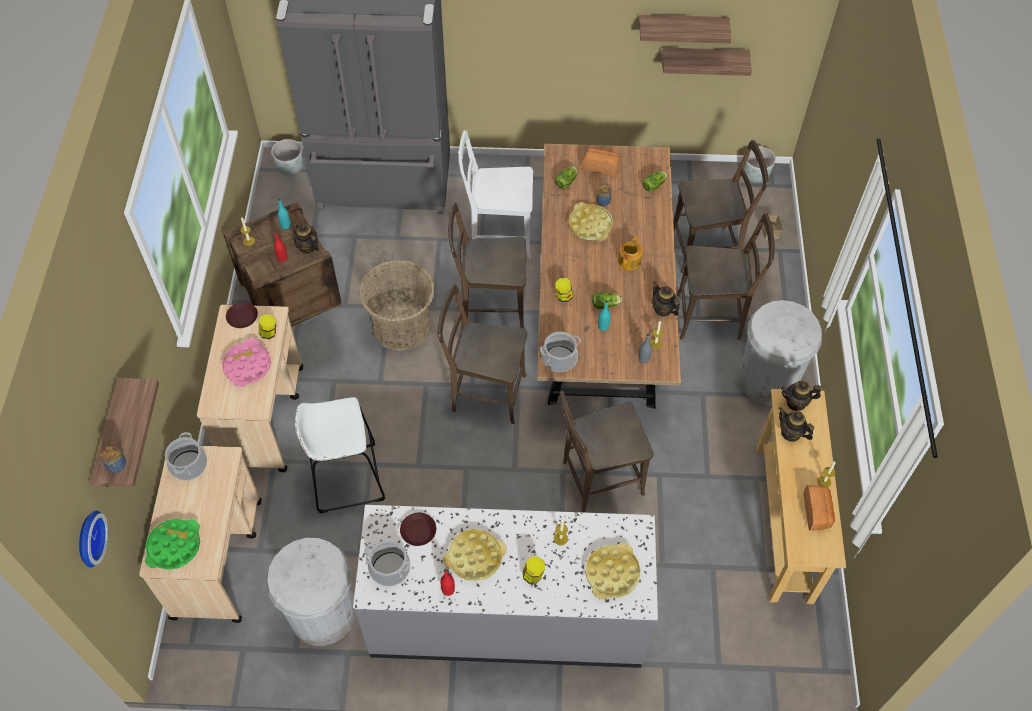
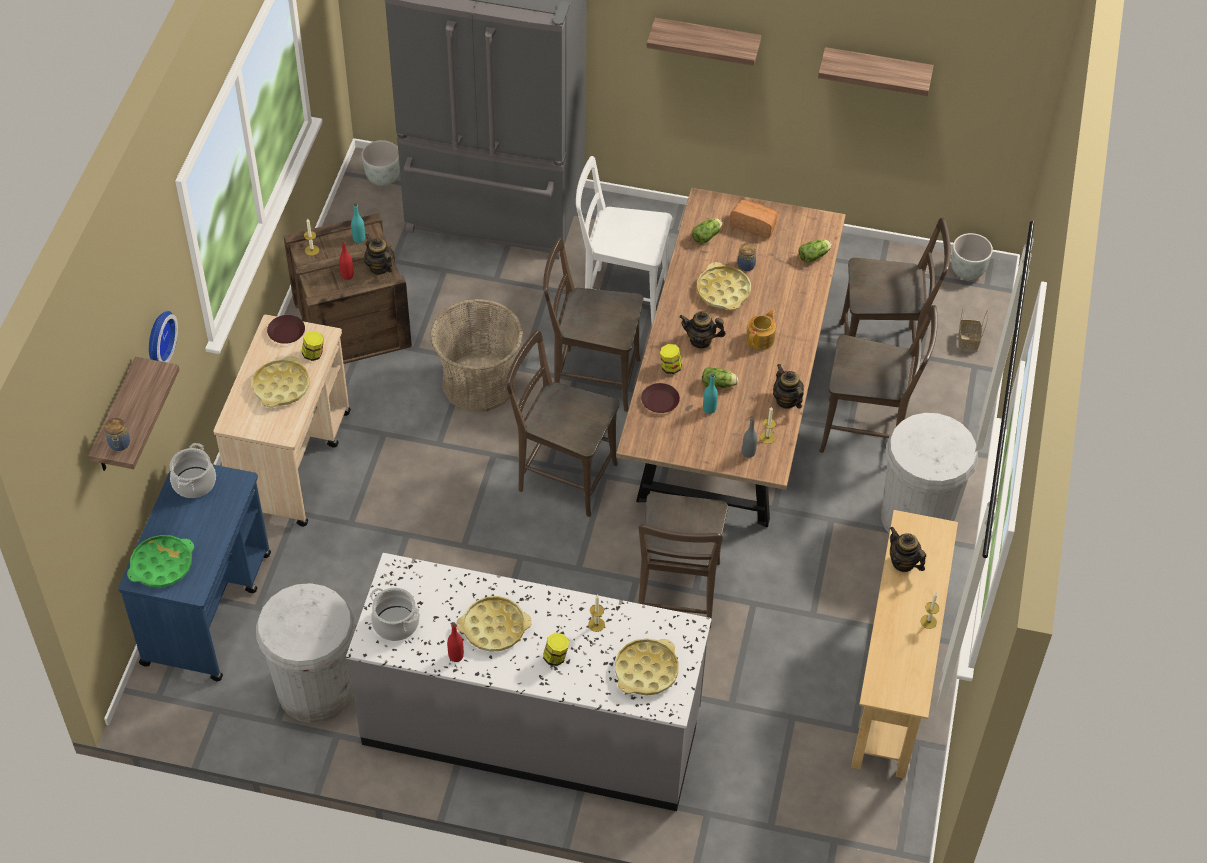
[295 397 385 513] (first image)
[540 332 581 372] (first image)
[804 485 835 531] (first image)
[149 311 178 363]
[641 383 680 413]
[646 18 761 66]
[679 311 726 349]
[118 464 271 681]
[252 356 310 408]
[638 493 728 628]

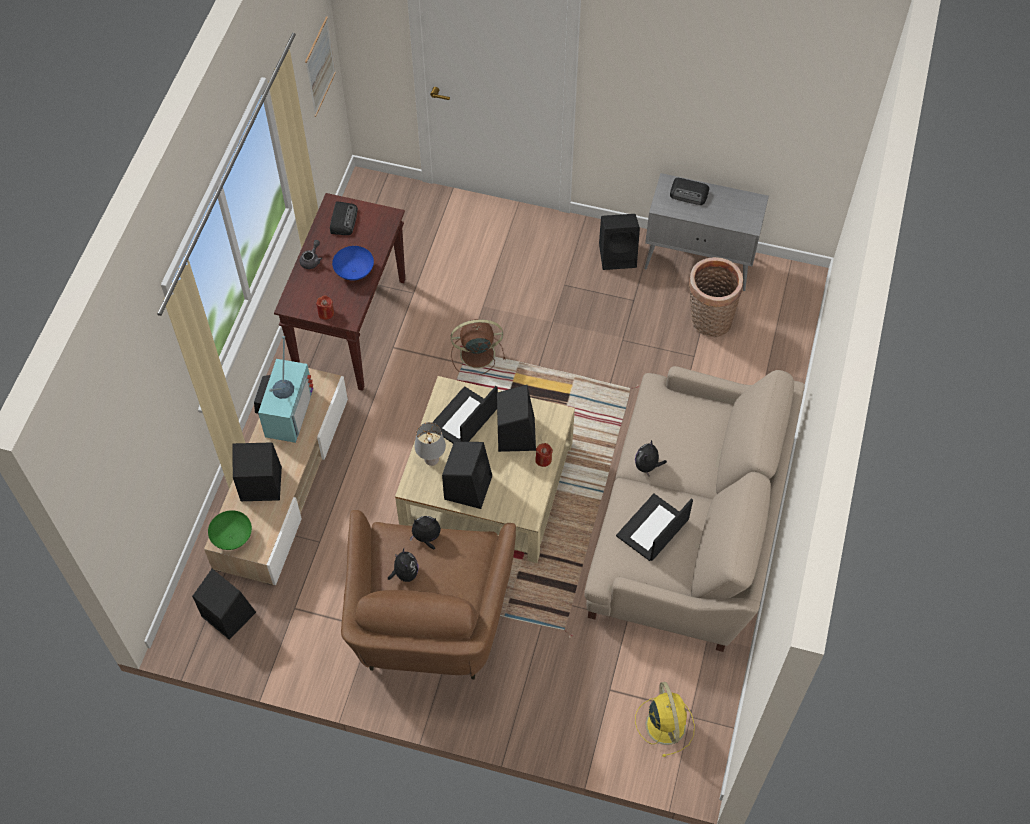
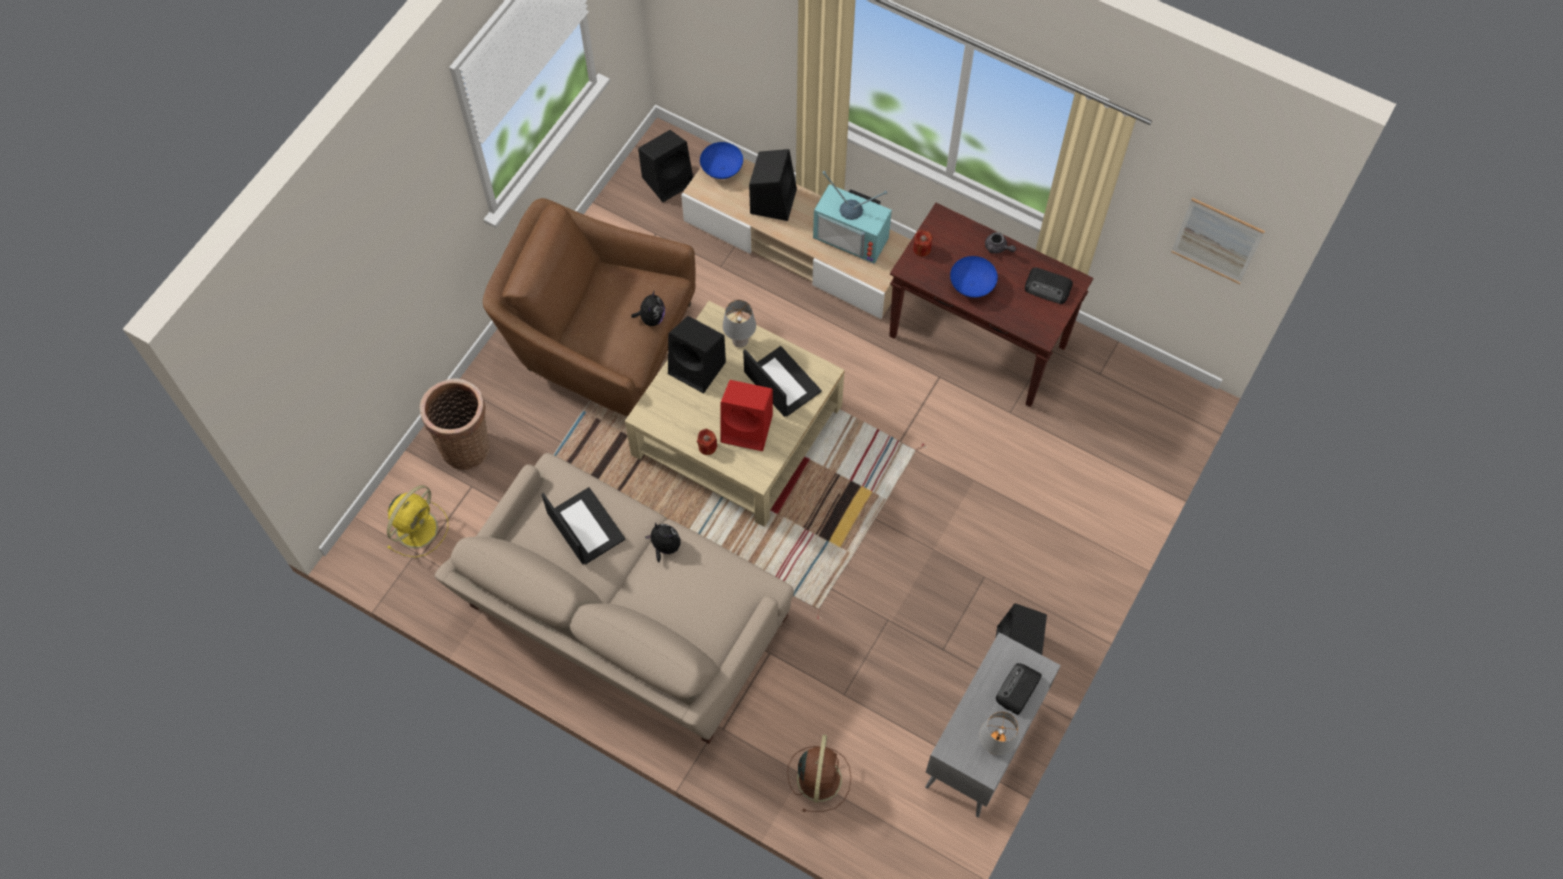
[388 548 418 582] (first image)
[979 711 1018 755]
[787 734 851 812]
[420 378 490 470]
[700 142 743 179]
[721 380 773 451]
[387 485 448 557]

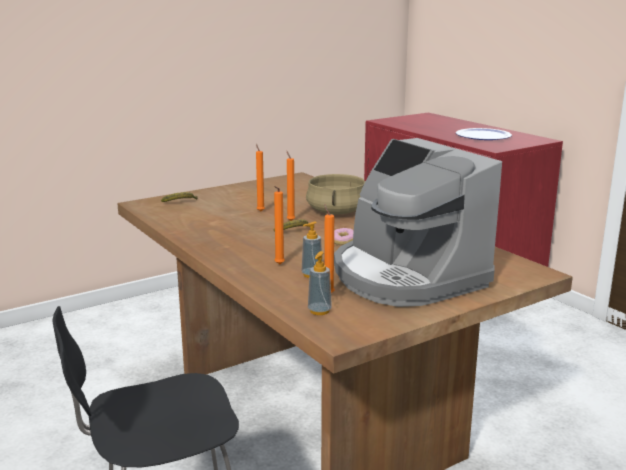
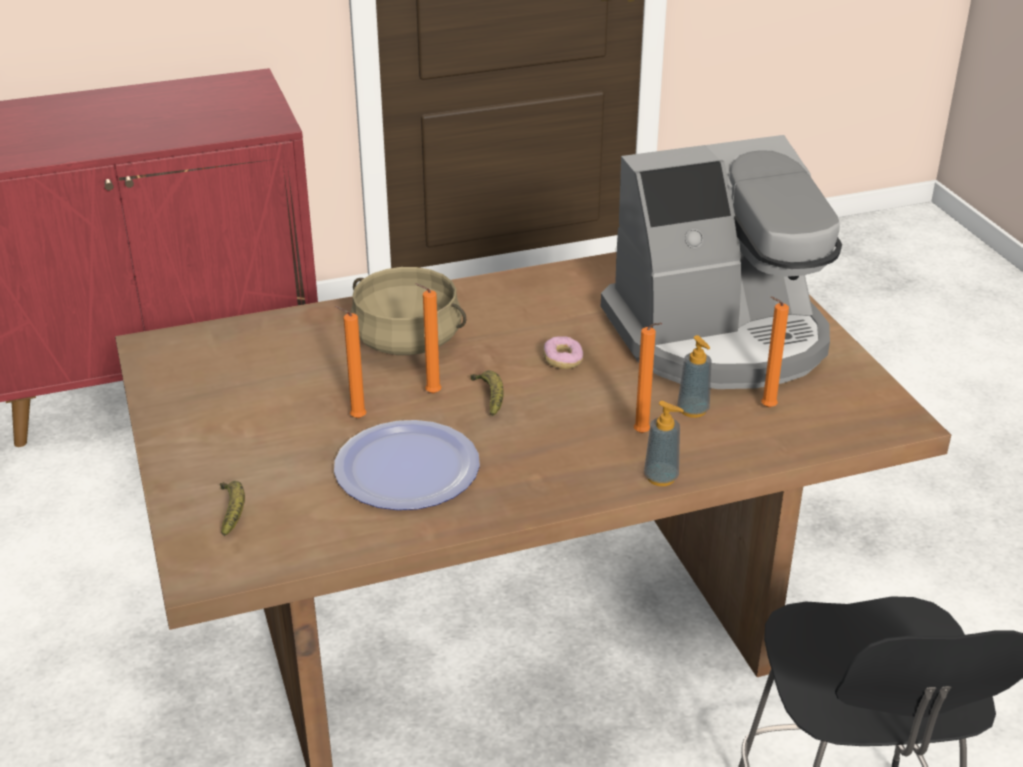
[644 401 684 486]
[334 420 480 510]

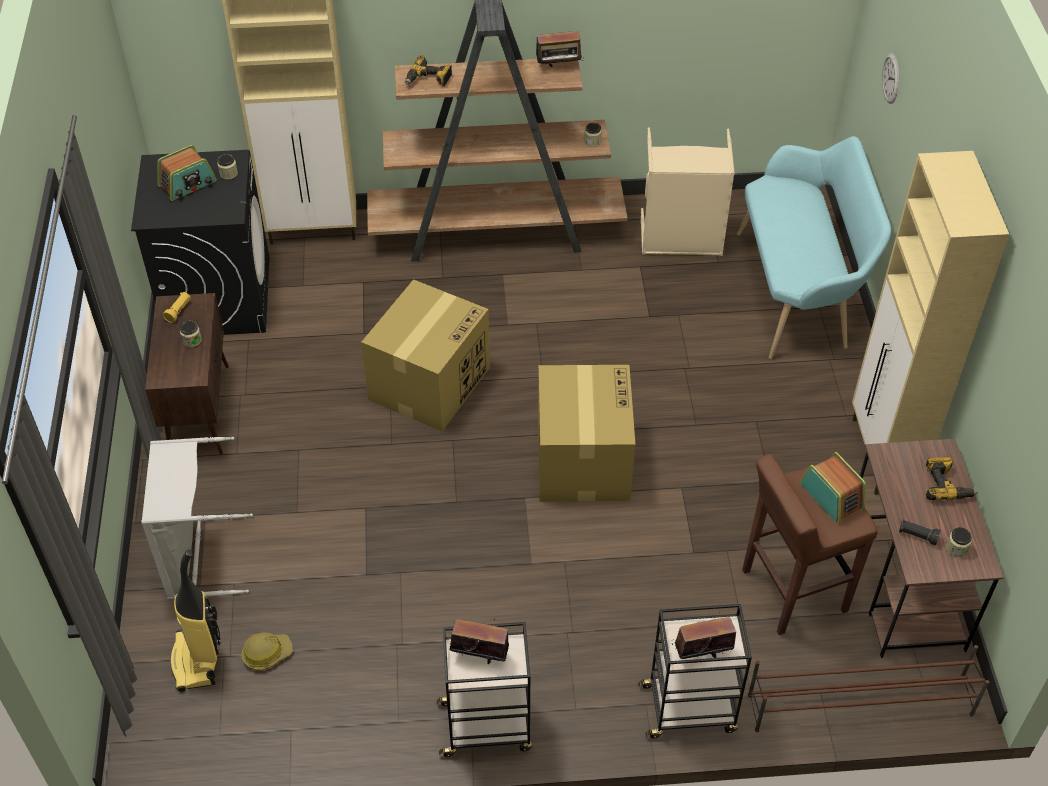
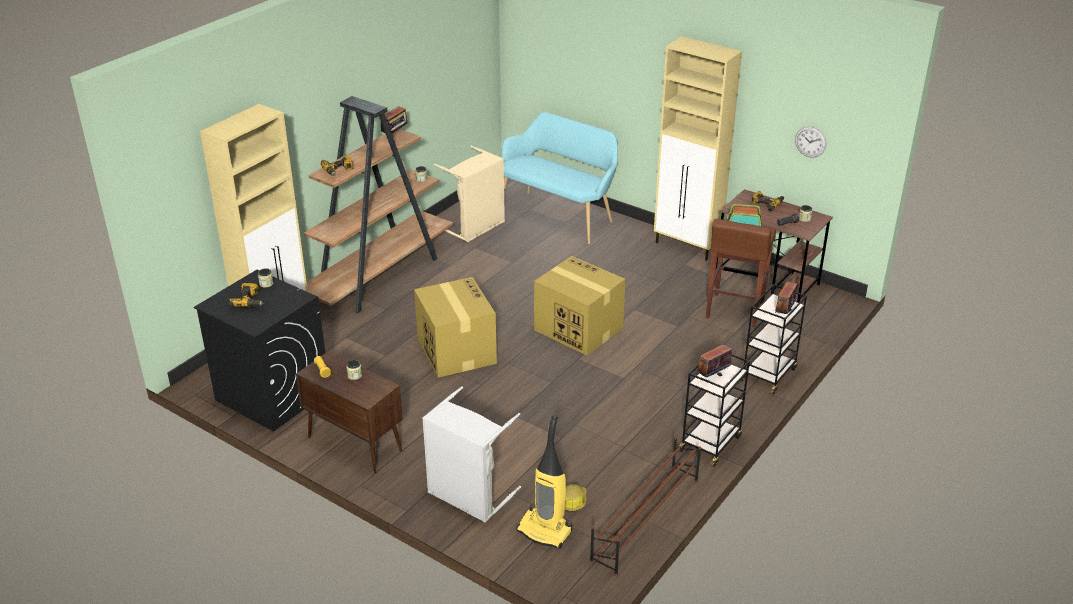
[590 436 701 576]
[795 126 826 158]
[229 283 264 307]

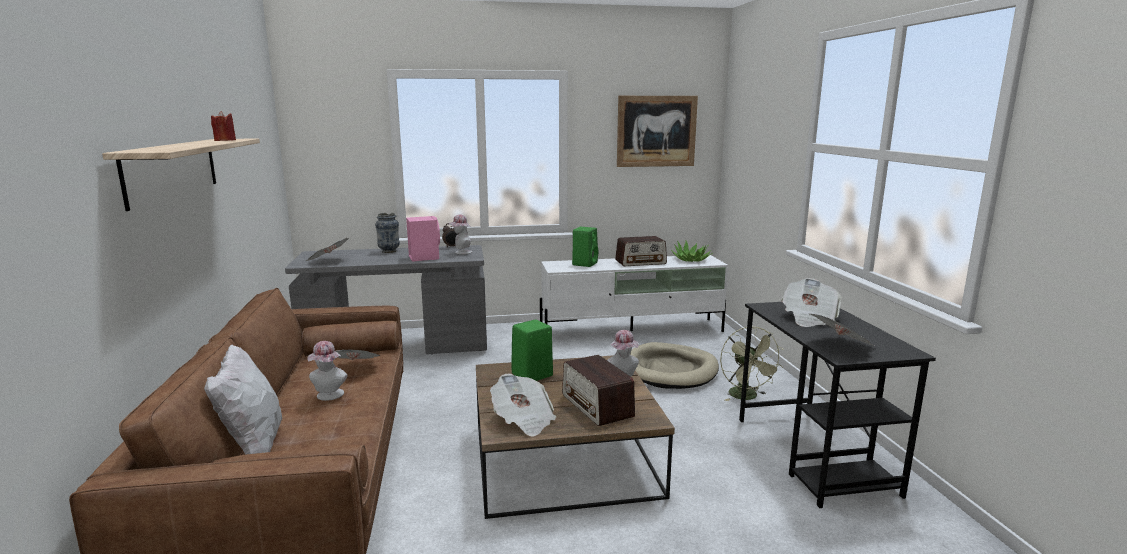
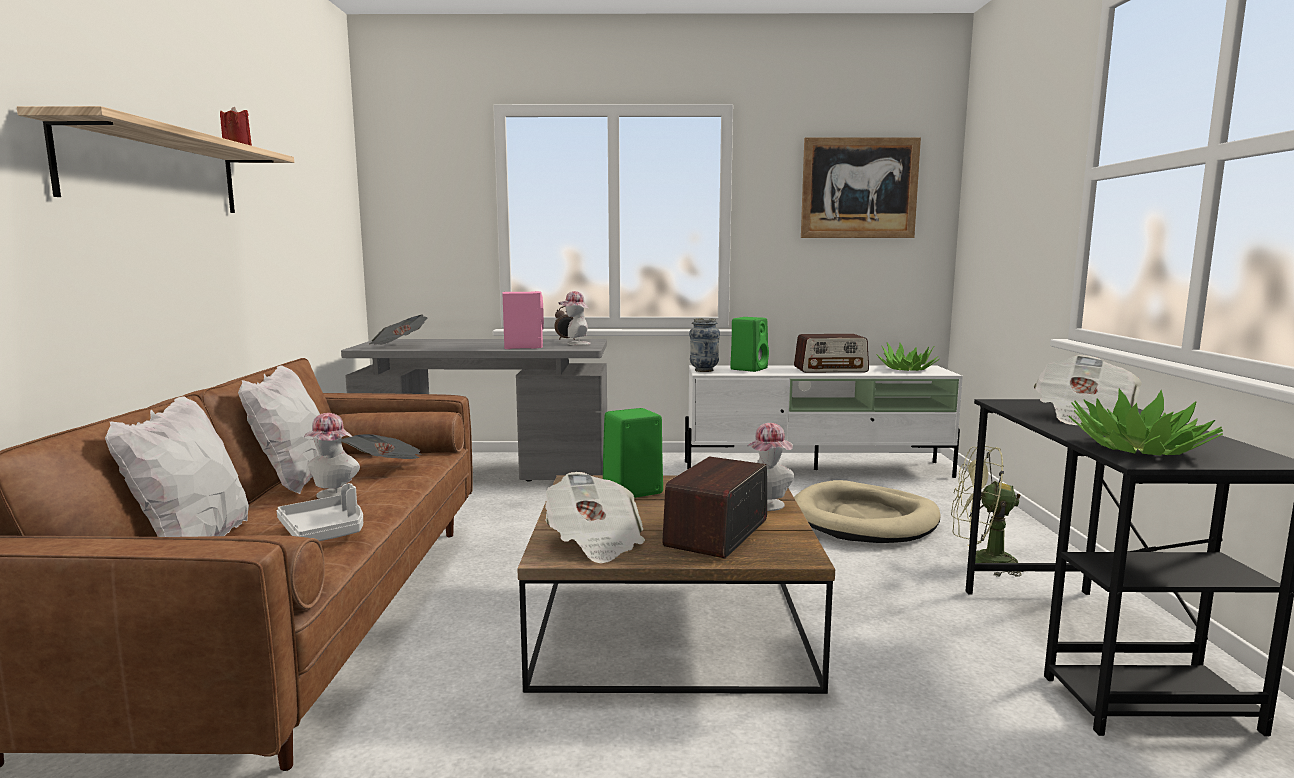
[238 365 320 494]
[277 483 363 541]
[689 318 720 372]
[1069 389 1223 456]
[662 456 767 558]
[951 446 1026 577]

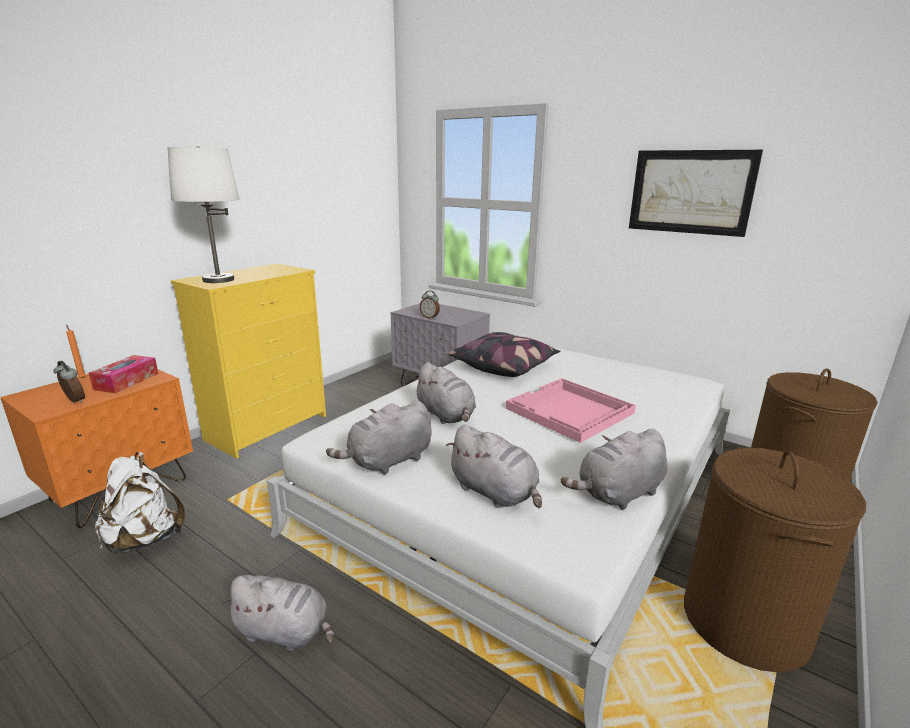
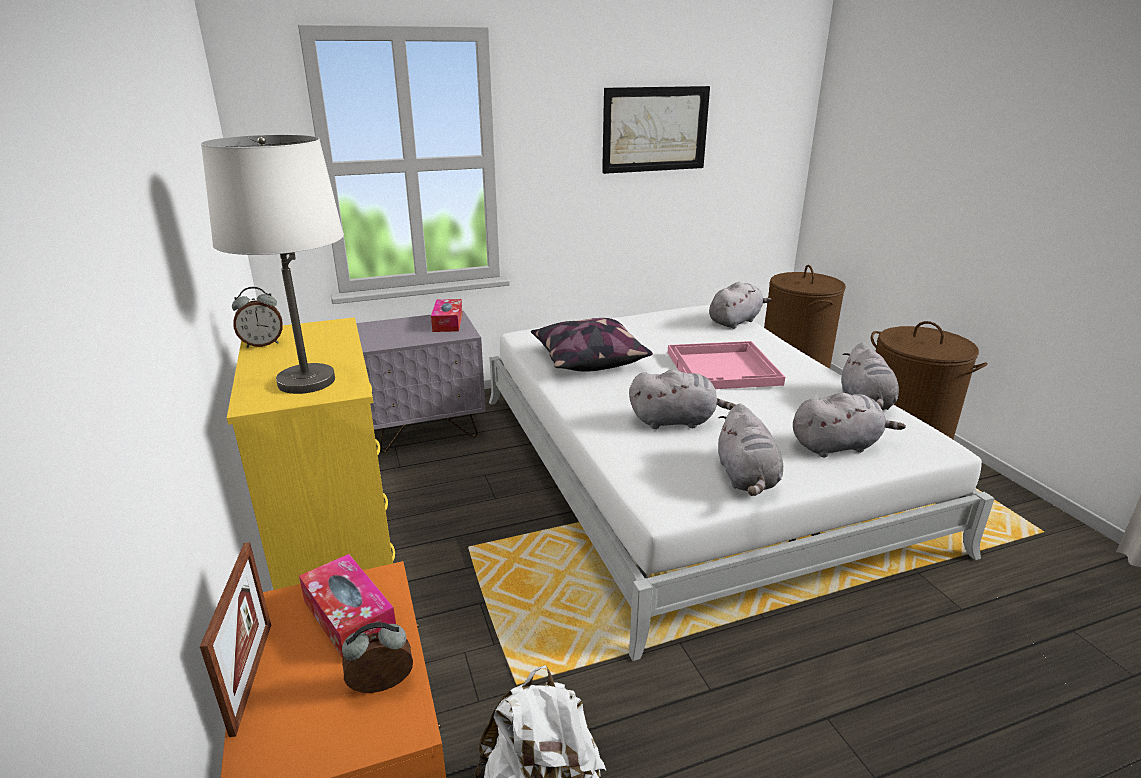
[431 299 463 332]
[709 282 772 329]
[232 287 283 348]
[200 543 271 737]

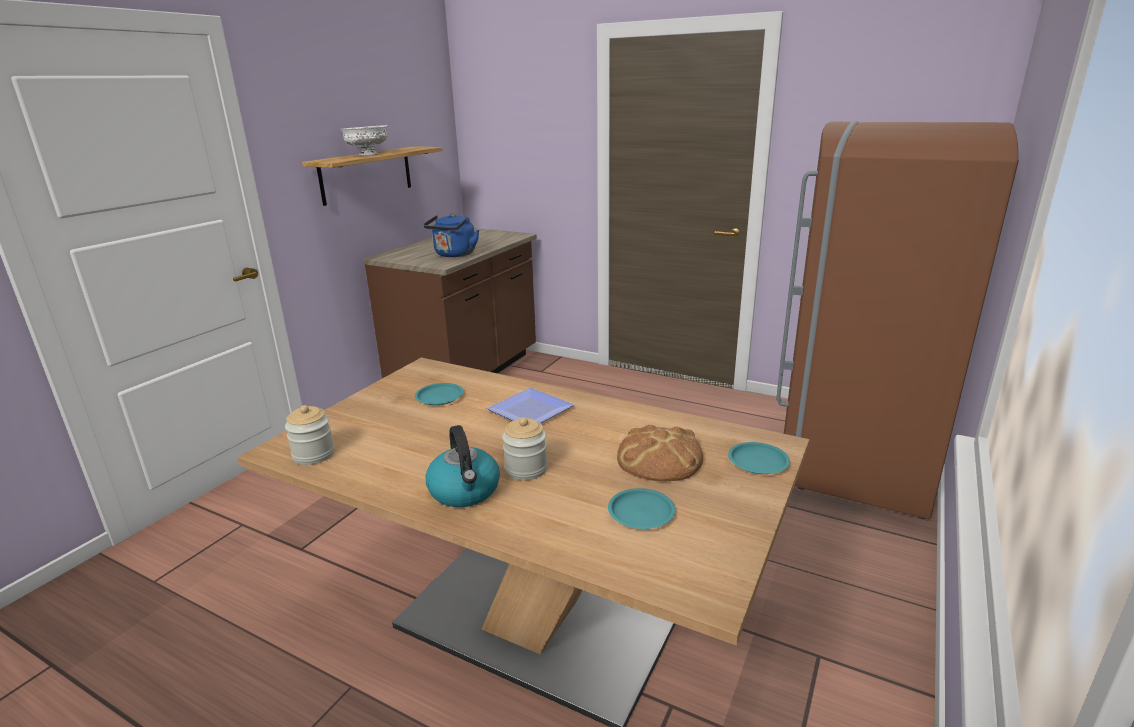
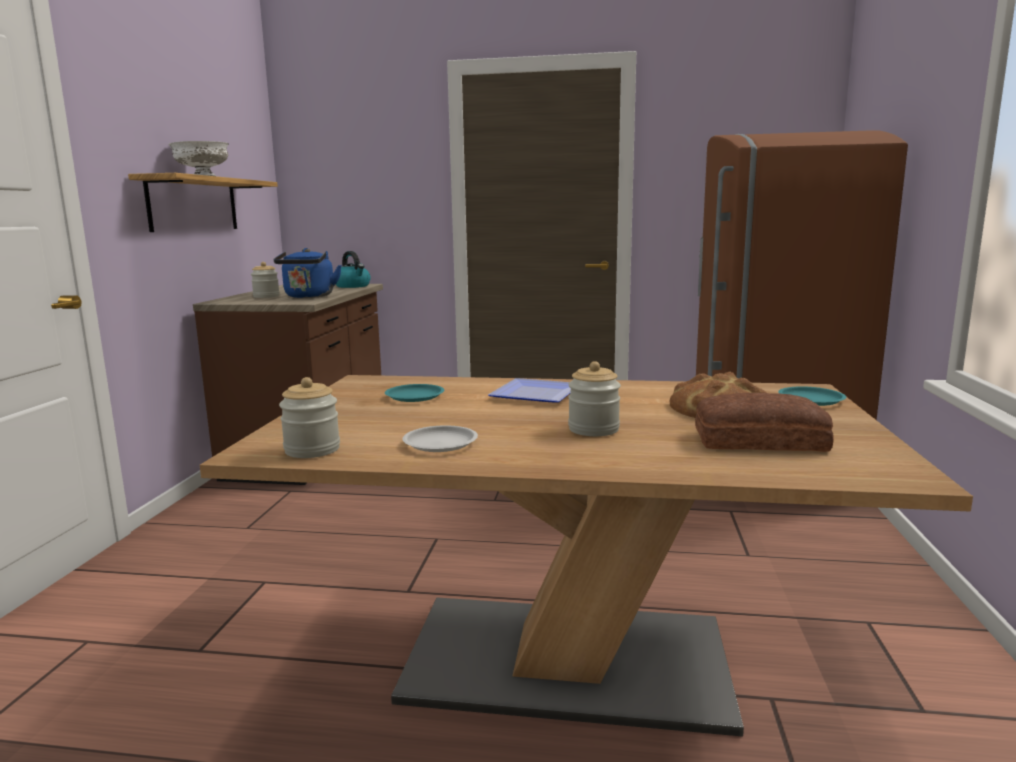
[251 262 280 298]
[403 425 478 452]
[336 251 371 288]
[695 393 834 452]

